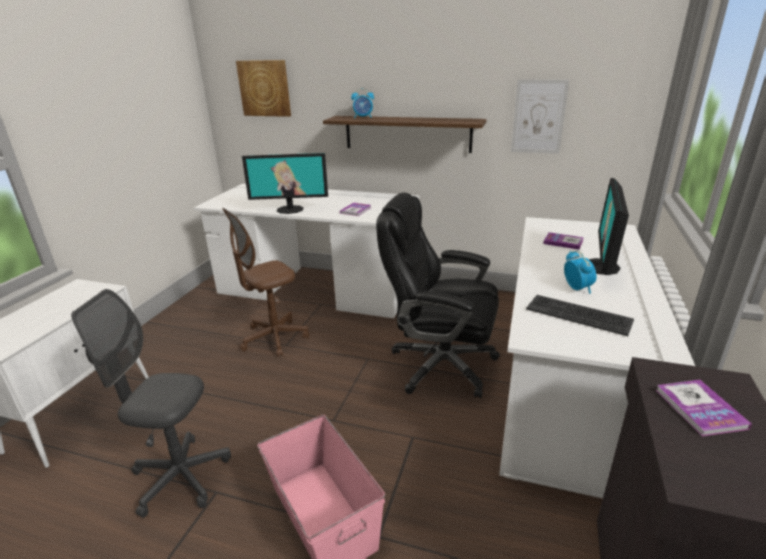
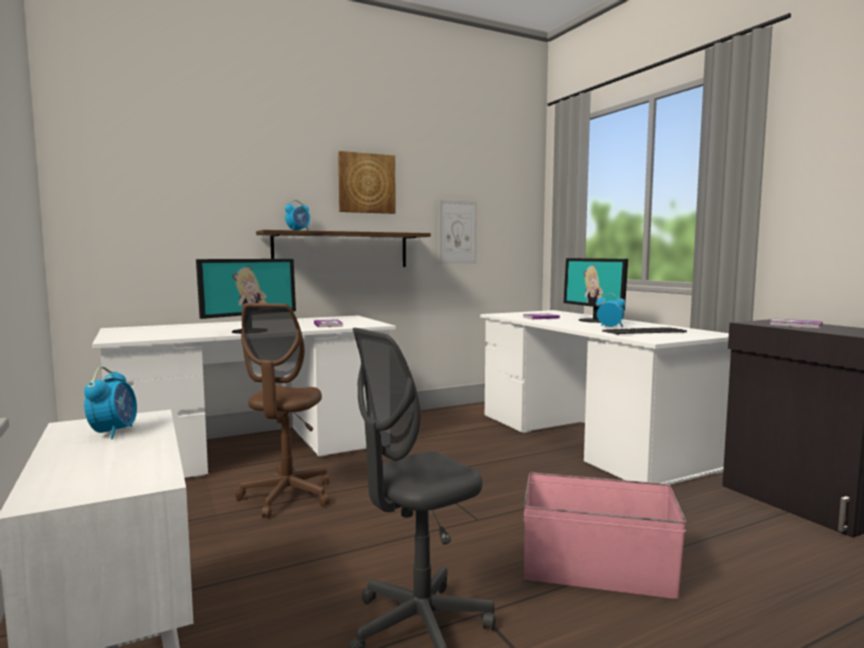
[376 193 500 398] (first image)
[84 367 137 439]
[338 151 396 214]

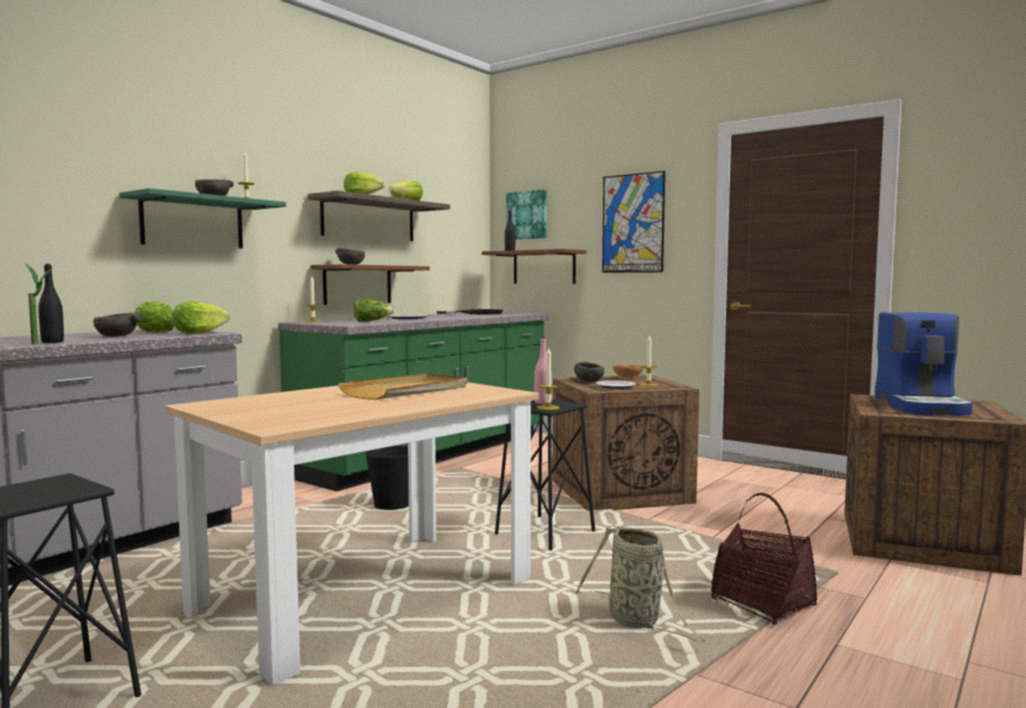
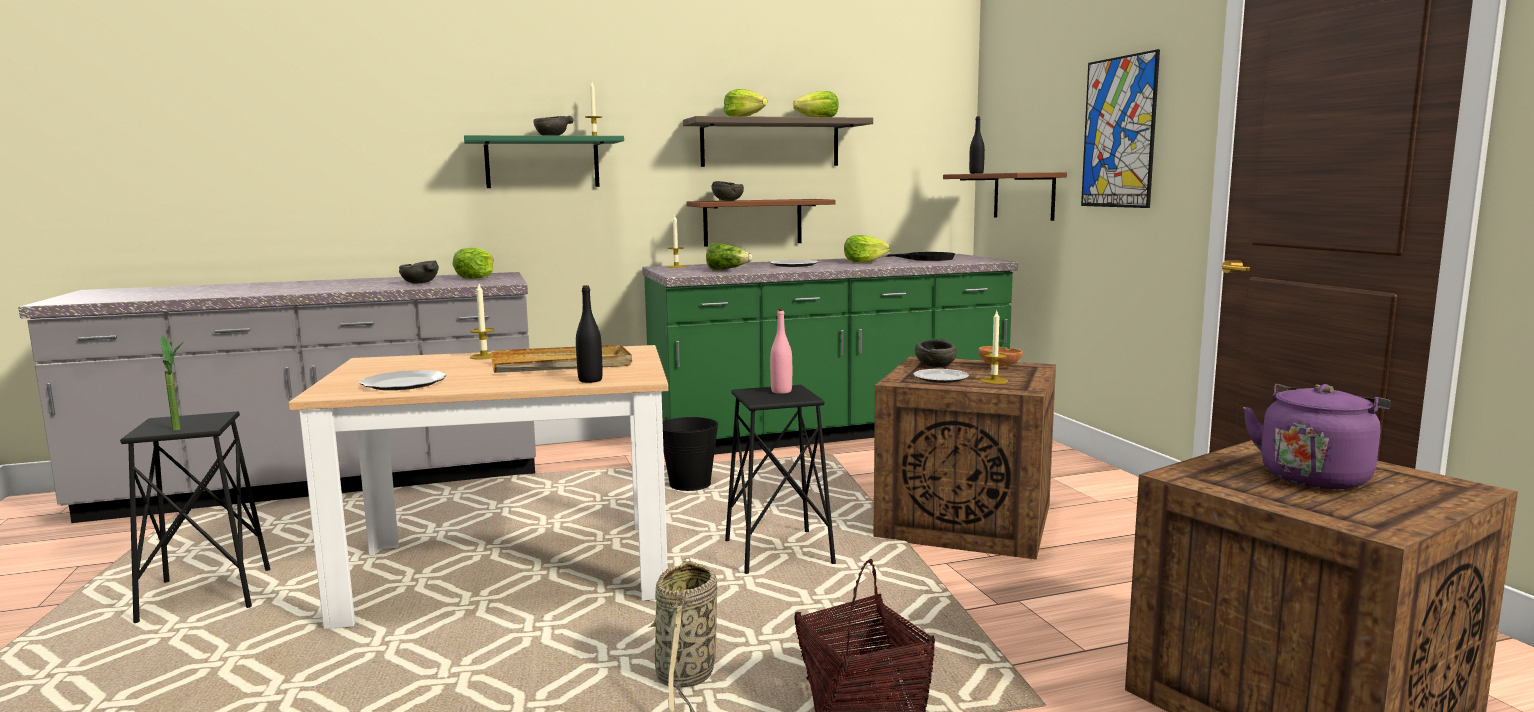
[506 190 547 239] (first image)
[360 370 447 390]
[161 335 184 430]
[576 285 603 383]
[844 235 890 262]
[470 284 495 360]
[1243 384 1391 489]

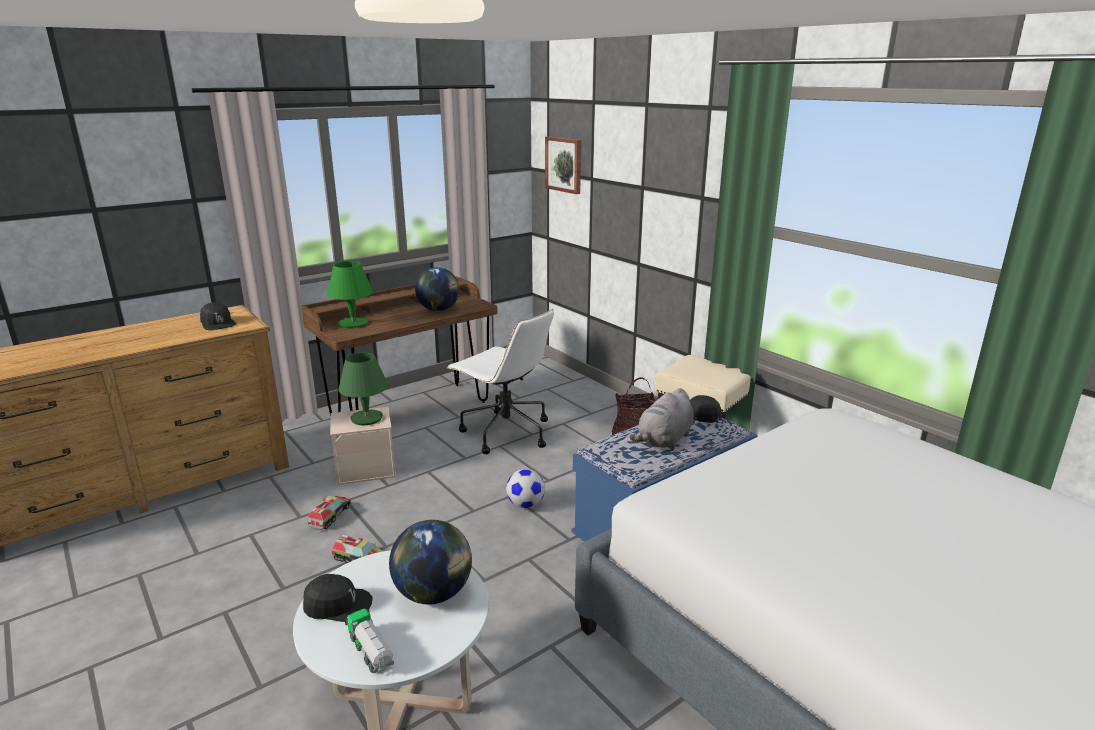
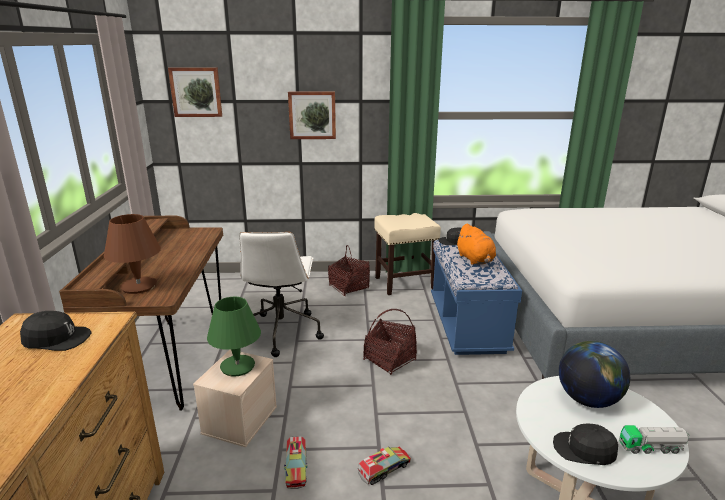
[415 267 460 311] (first image)
[288 92 336 139]
[363 309 417 375]
[104 214 161 294]
[456 223 496 265]
[553 423 618 465]
[284 436 307 489]
[239 232 324 357]

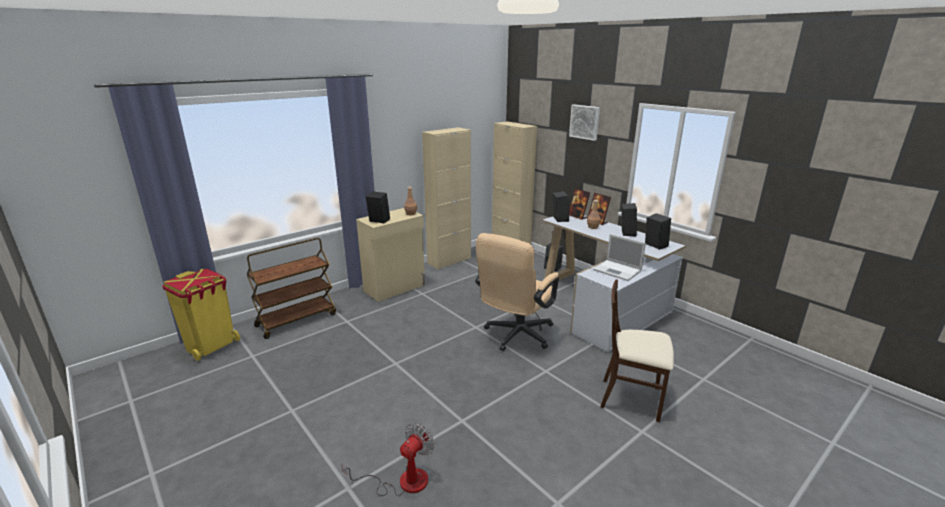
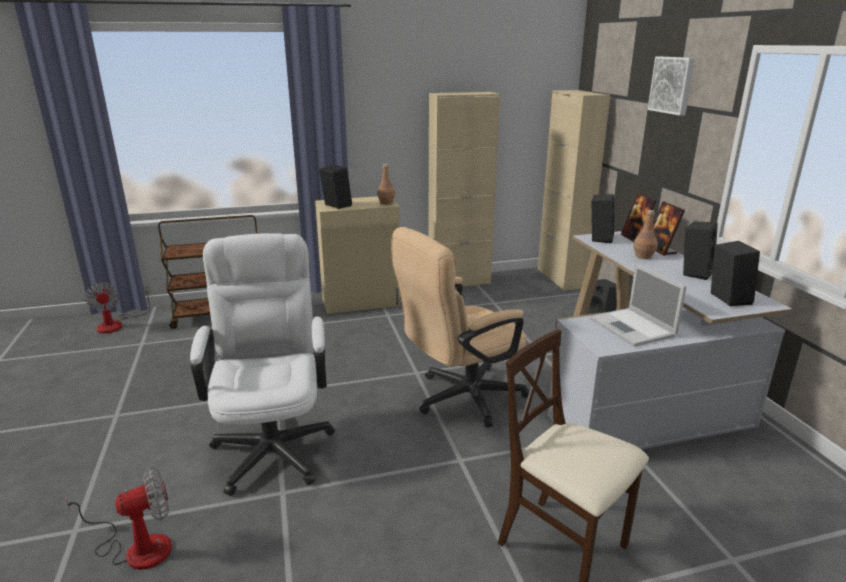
[190 233 335 496]
[85 282 150 333]

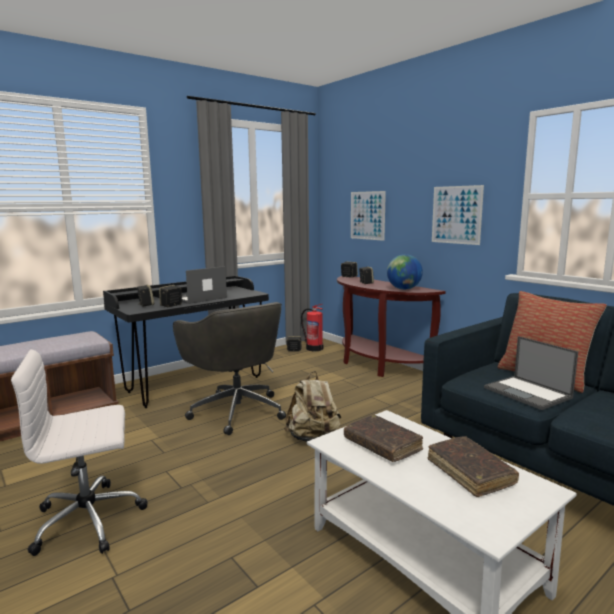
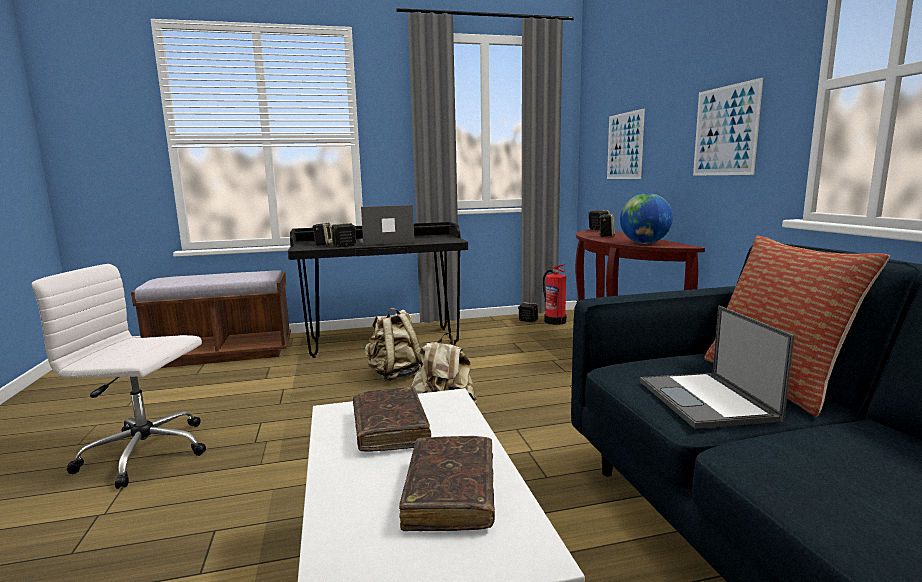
[365 308 423 381]

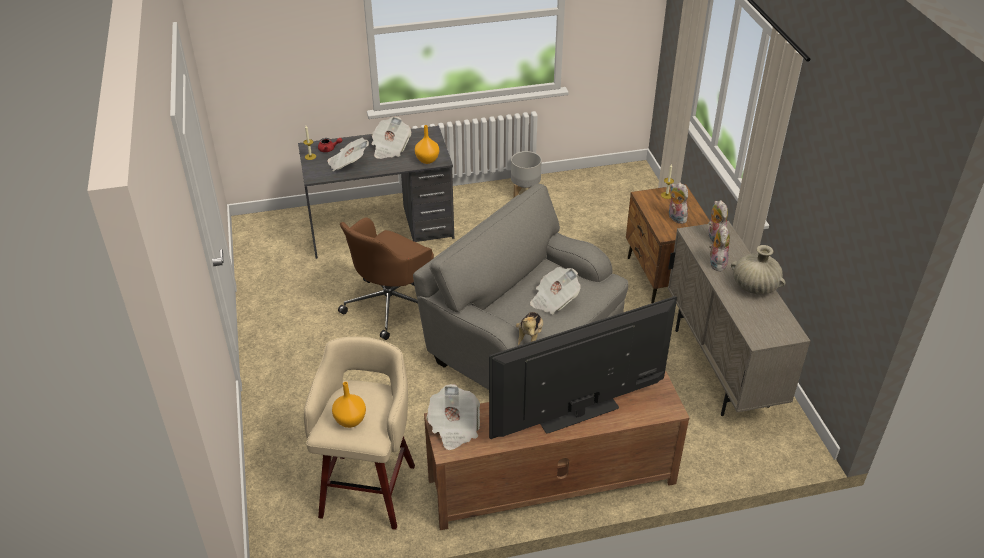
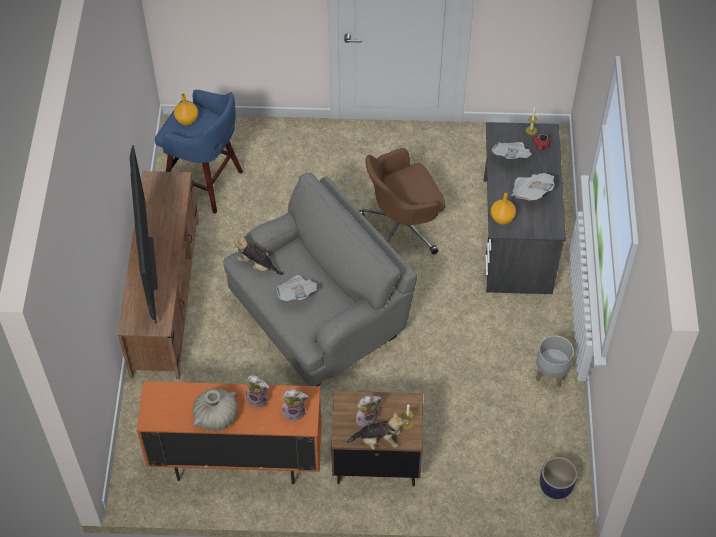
[426 384 480 450] (first image)
[347 412 406 450]
[540 457 577 499]
[155 90 243 214]
[137 381 322 484]
[359 148 445 254]

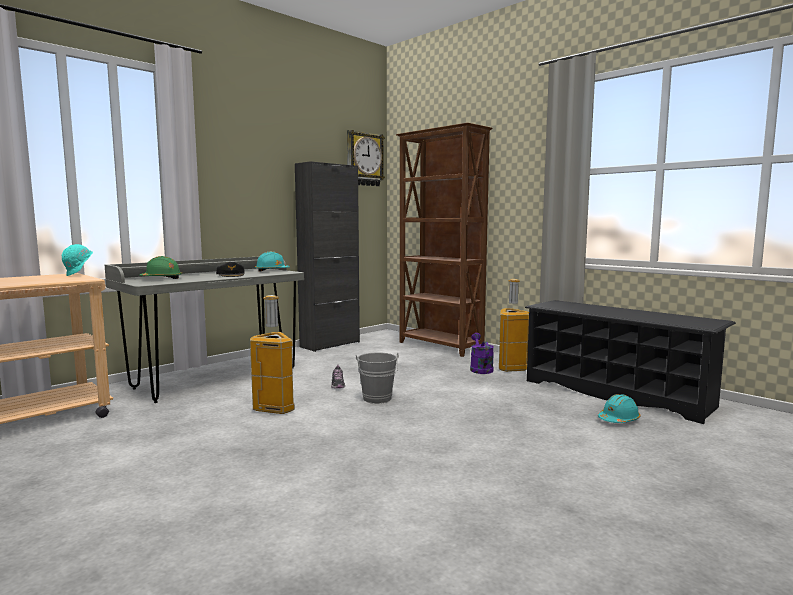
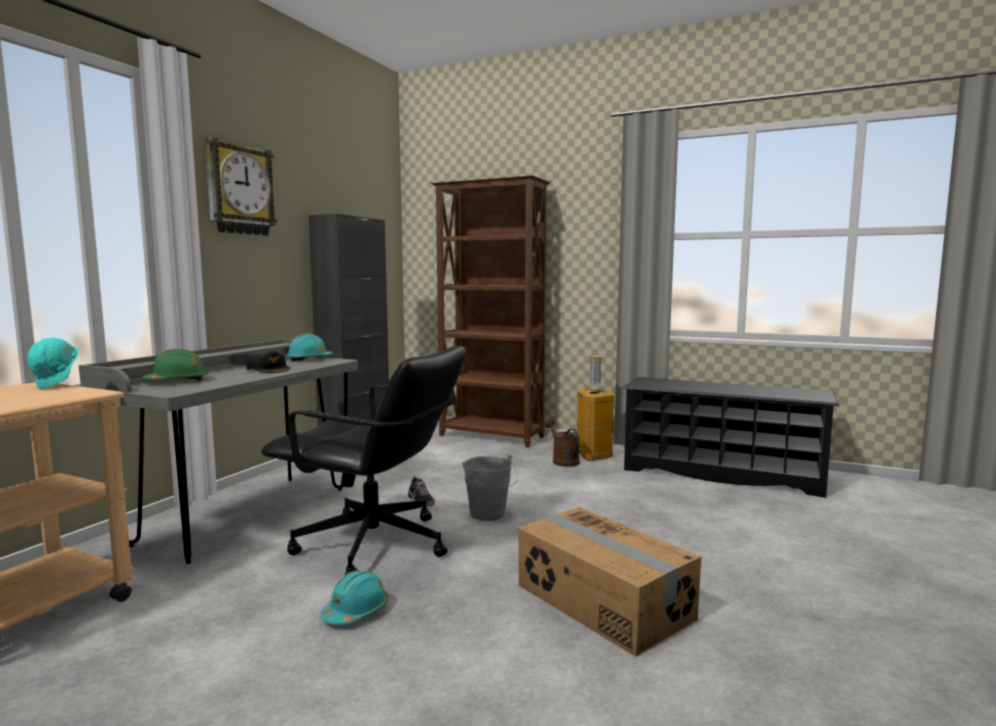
[518 507 701 657]
[205 137 277 236]
[320 570 389 625]
[261 346 466 575]
[545 419 580 467]

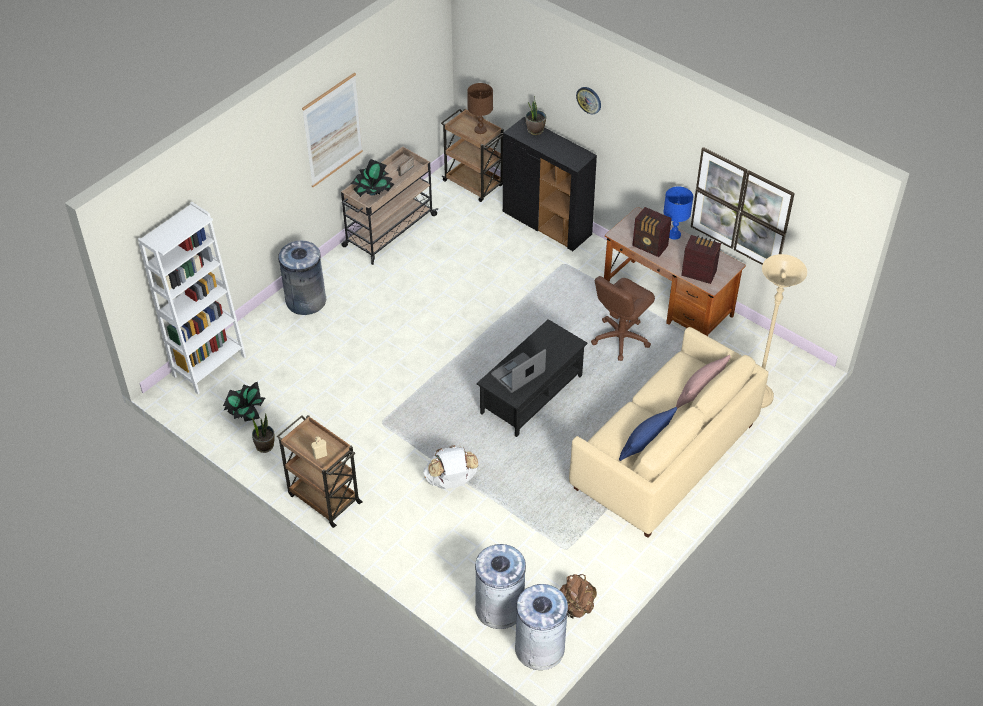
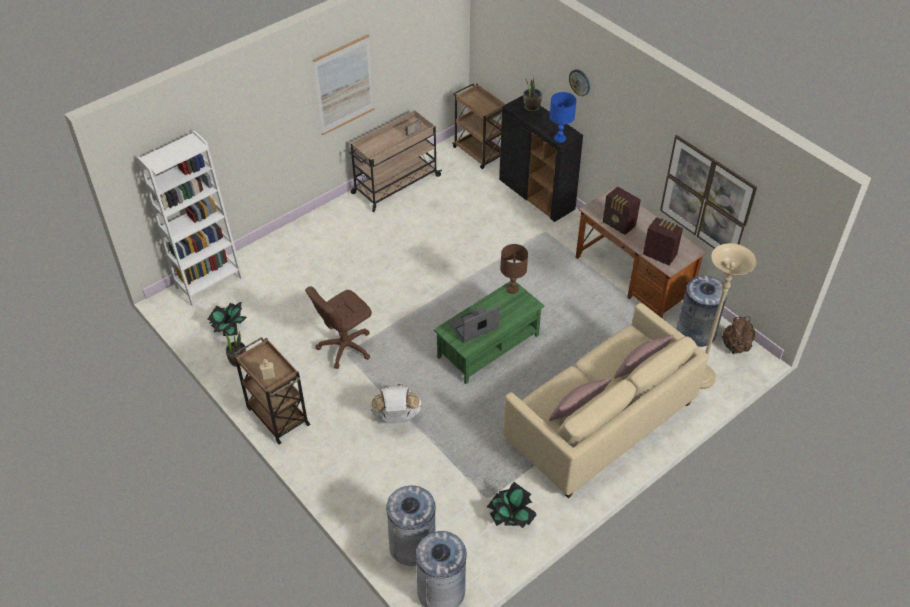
[677 275 728 347]
[486 482 537 528]
[500 244 528 294]
[722 316 755 354]
[305 286 372 369]
[549 92 576 143]
[434 281 545 384]
[549 377 612 421]

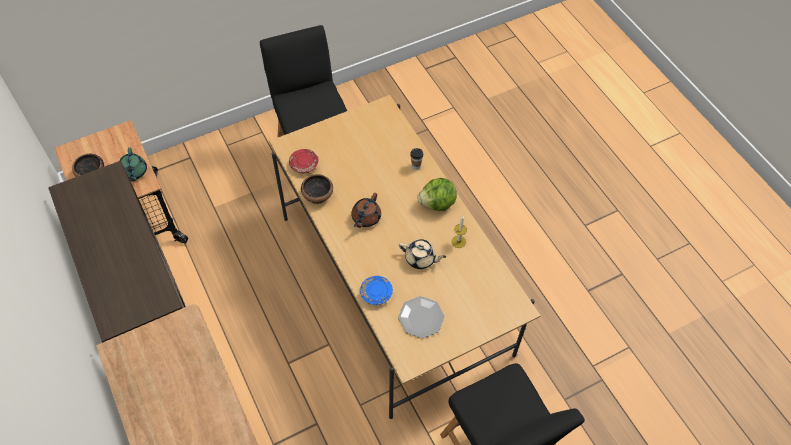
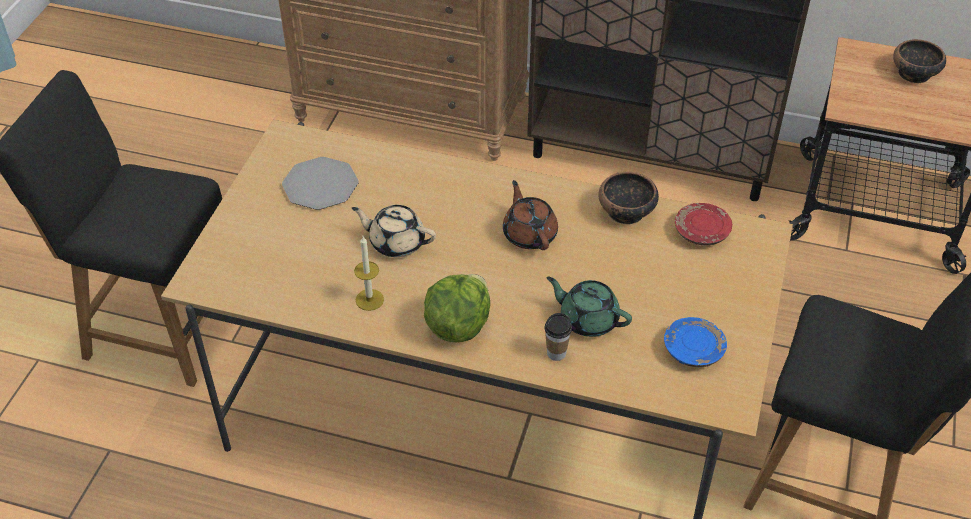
[547 277 632 337]
[664 317 727 367]
[352 205 436 257]

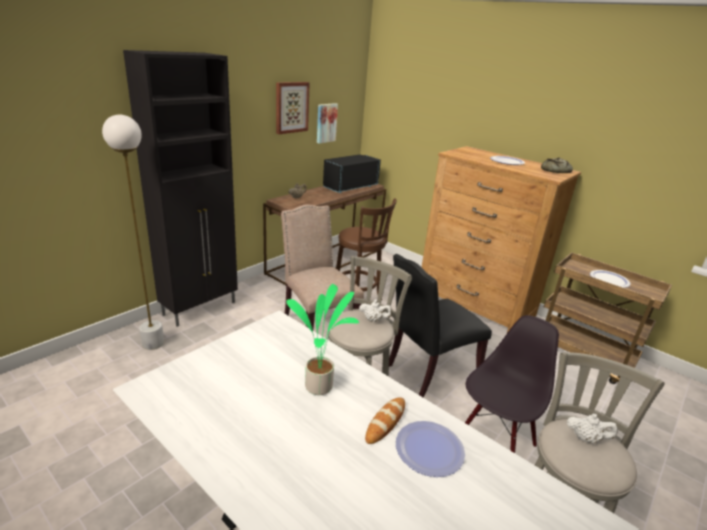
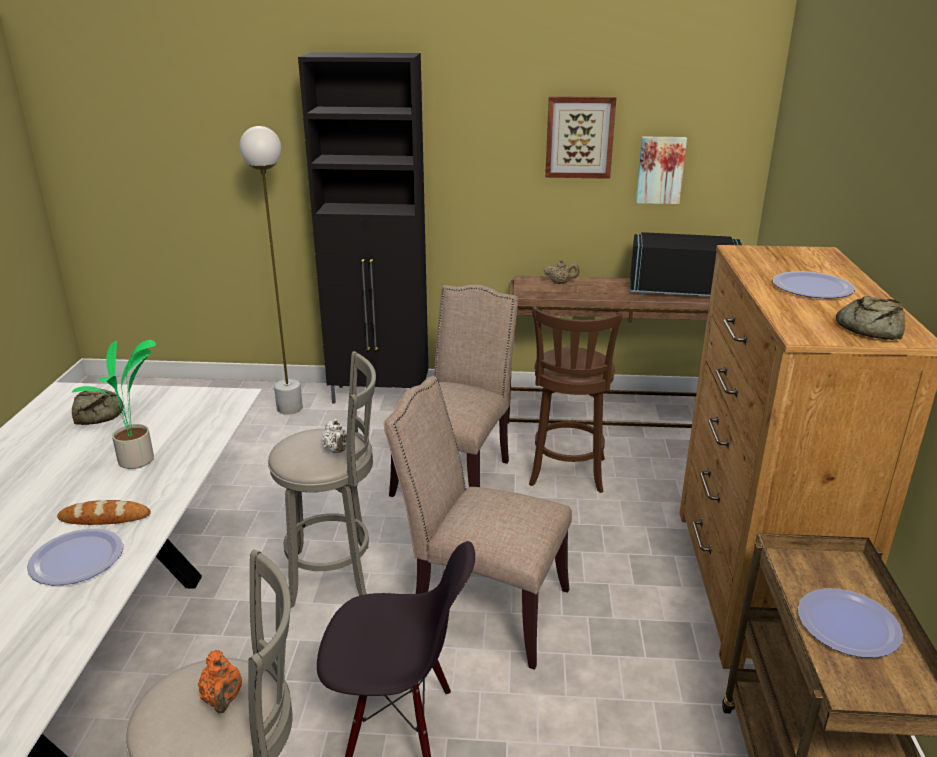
[72 389 124 425]
[384 376 572 670]
[198 650 242 713]

